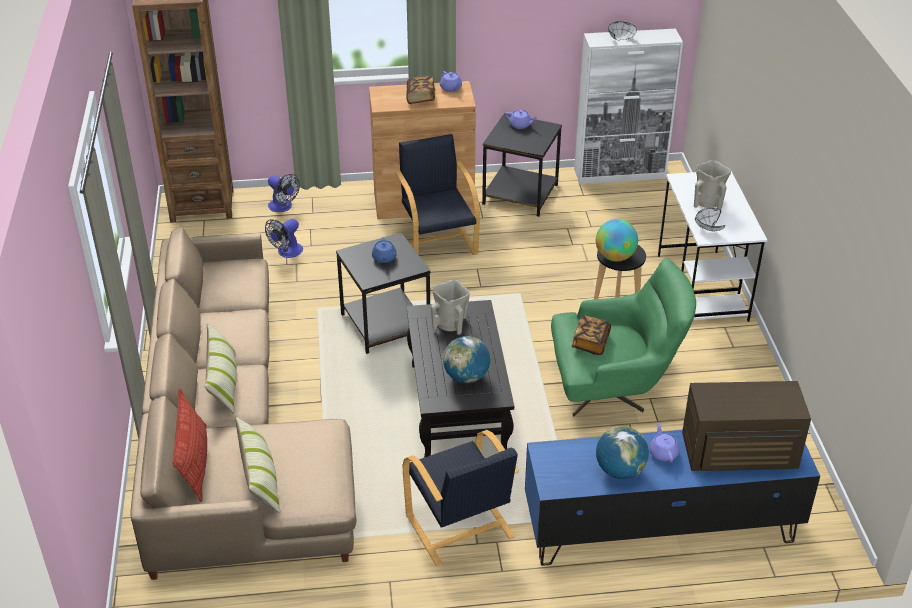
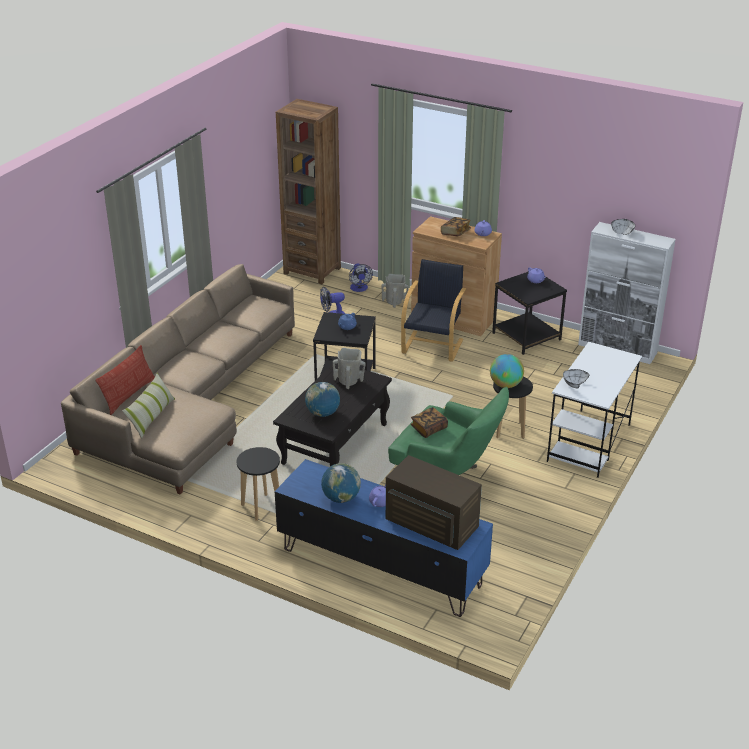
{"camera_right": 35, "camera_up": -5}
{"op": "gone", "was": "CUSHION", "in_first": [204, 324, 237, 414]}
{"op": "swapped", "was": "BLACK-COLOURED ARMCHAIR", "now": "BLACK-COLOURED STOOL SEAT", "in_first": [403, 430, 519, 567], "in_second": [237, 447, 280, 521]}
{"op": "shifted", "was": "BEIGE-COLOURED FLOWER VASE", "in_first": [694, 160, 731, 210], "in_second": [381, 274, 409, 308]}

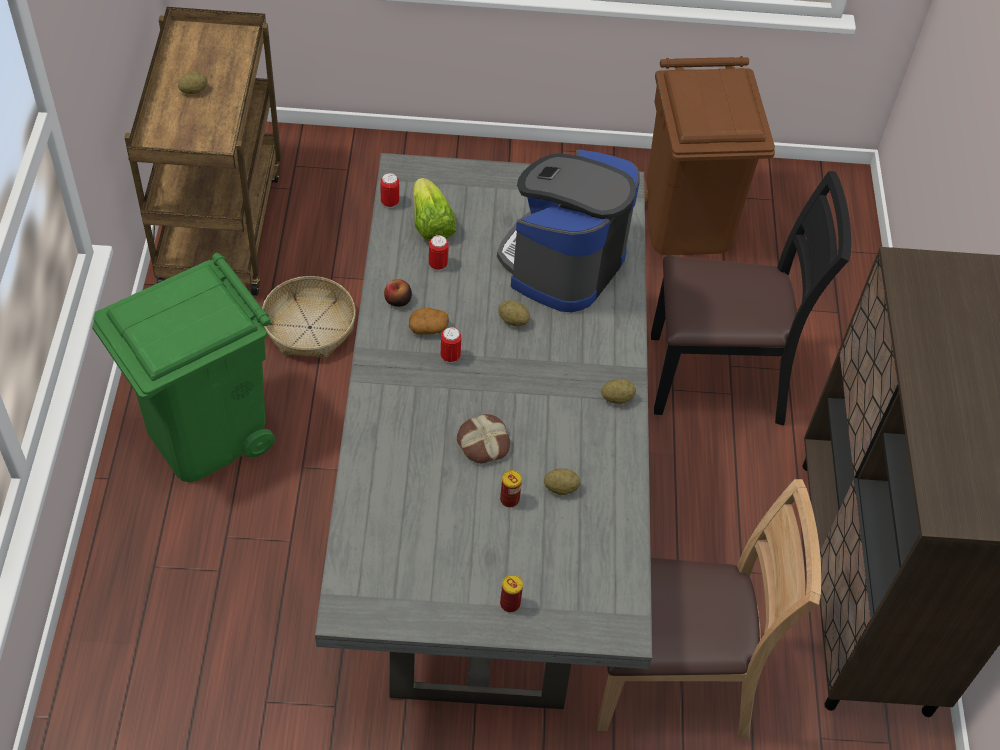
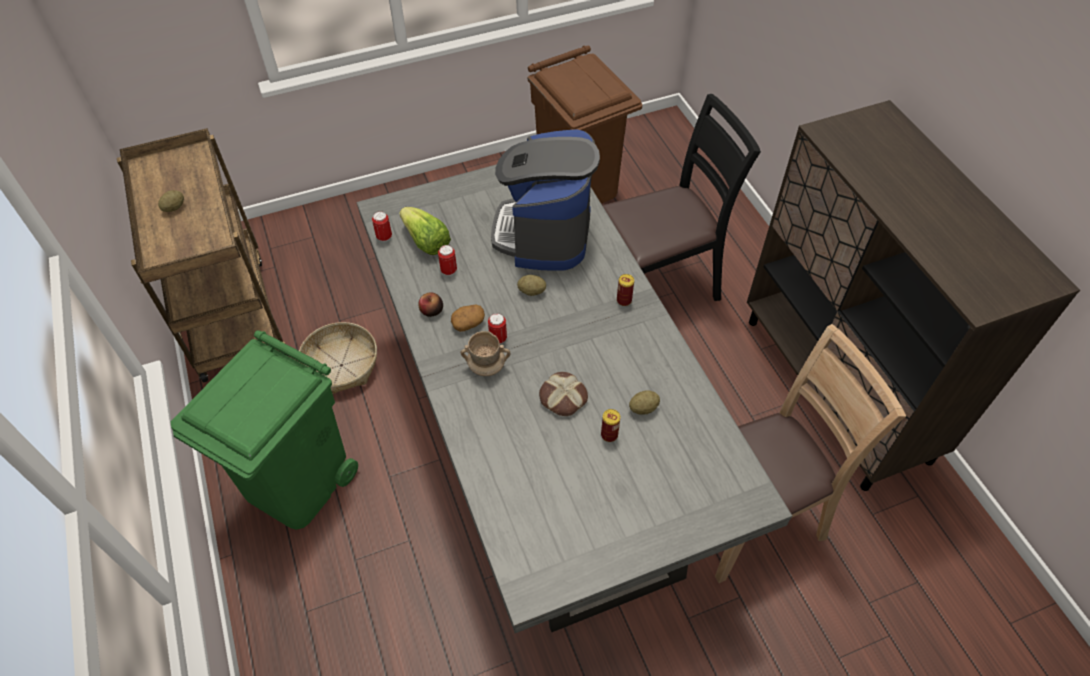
{"camera_right": -20, "camera_up": 0}
{"op": "shifted", "was": "METAL CAN", "in_first": [500, 575, 523, 612], "in_second": [617, 274, 634, 306]}
{"op": "gone", "was": "POTATO", "in_first": [601, 379, 636, 404]}
{"op": "new", "now": "BEIGE-COLOURED COFFEE MUG", "in_second": [460, 331, 510, 376]}

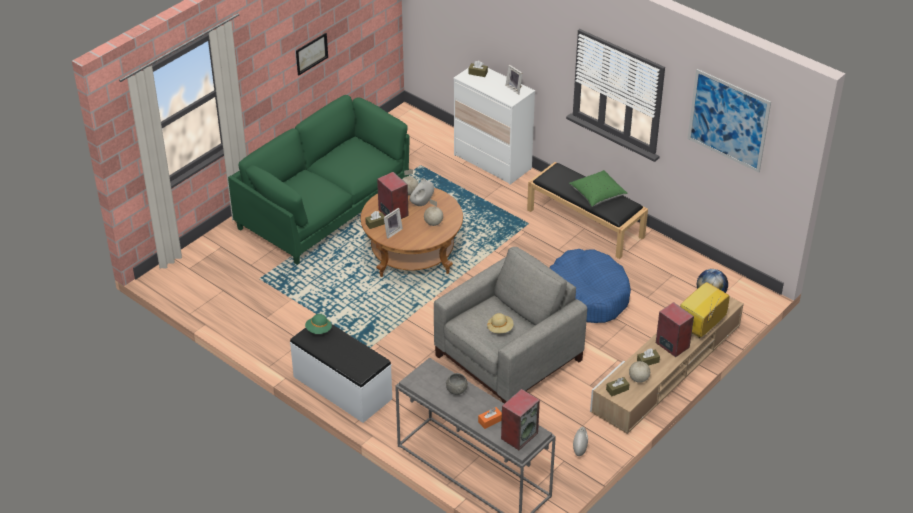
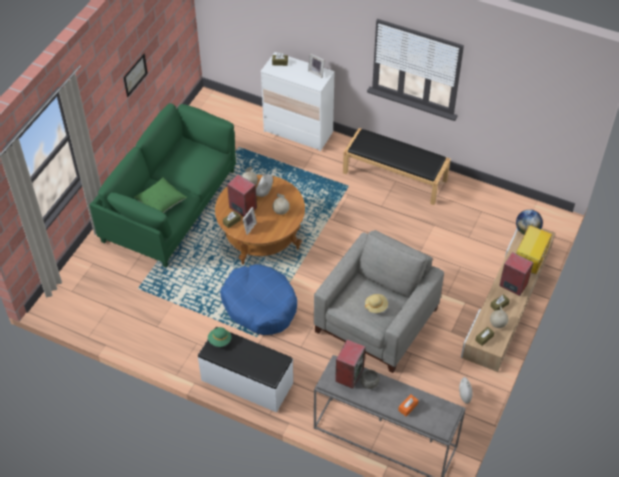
{"camera_right": -15, "camera_up": 10}
{"op": "shifted", "was": "LOUDSPEAKER", "in_first": [501, 389, 540, 450], "in_second": [335, 339, 365, 389]}
{"op": "shifted", "was": "BLUE-COLOURED DOG BED", "in_first": [549, 249, 631, 323], "in_second": [220, 264, 297, 335]}
{"op": "shifted", "was": "GREENISH CUSHION", "in_first": [569, 170, 627, 207], "in_second": [134, 177, 187, 213]}
{"op": "gone", "was": "PICTURE", "in_first": [688, 69, 771, 172]}

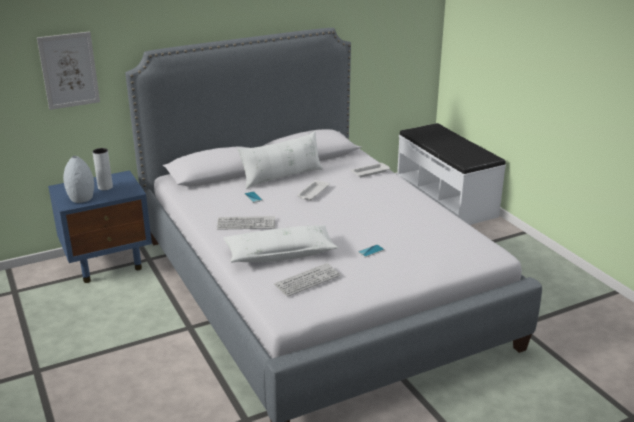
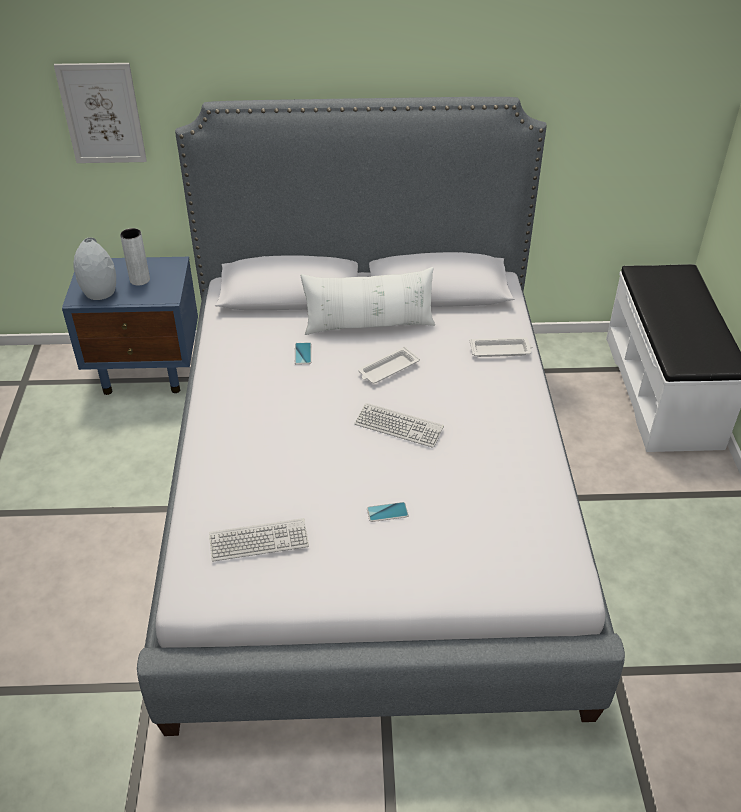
{"camera_right": 25, "camera_up": 15}
{"op": "shifted", "was": "PC KEYBOARD", "in_first": [217, 216, 275, 230], "in_second": [354, 403, 444, 448]}
{"op": "gone", "was": "WHITE CUSHION", "in_first": [223, 225, 338, 262]}

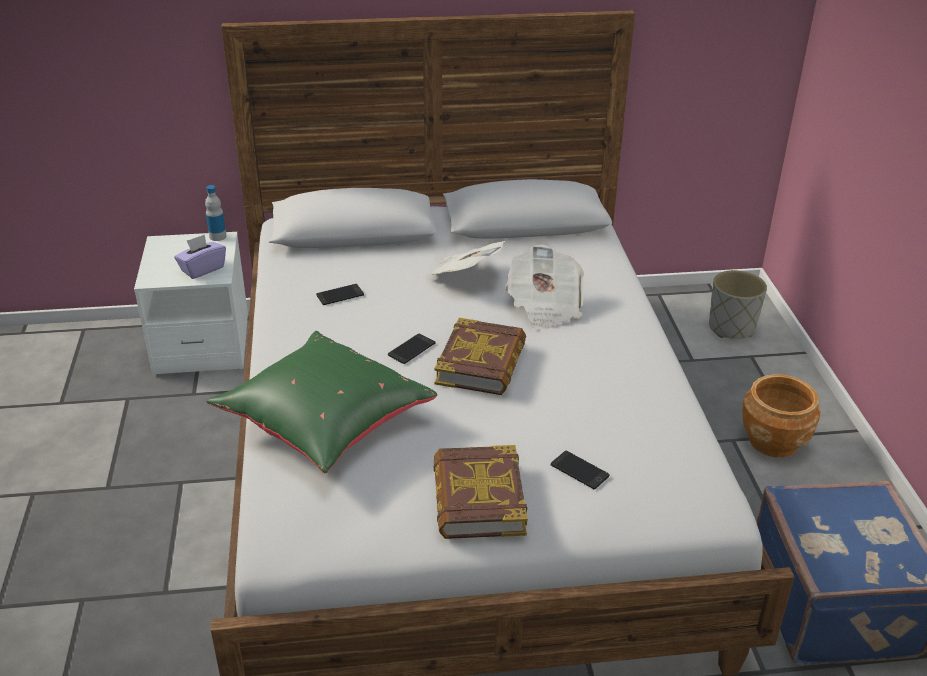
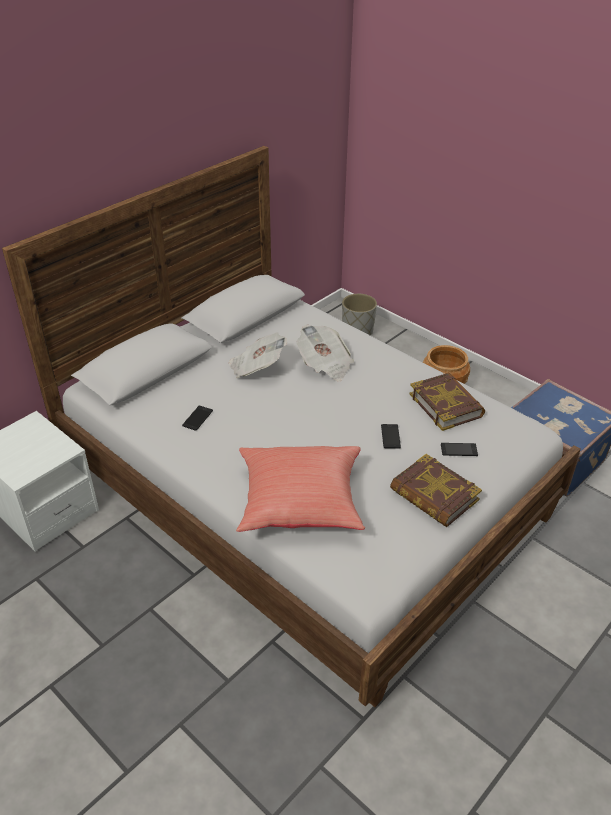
{"camera_right": -40, "camera_up": 5}
{"op": "gone", "was": "PURPLE-COLOURED TISSUE HOLDER", "in_first": [174, 234, 226, 279]}
{"op": "gone", "was": "BOTTLE", "in_first": [205, 185, 226, 241]}
{"op": "repainted", "was": "GREENISH CUSHION", "now": "REDDISH CUSHION", "in_first": [206, 331, 437, 473], "in_second": [236, 446, 365, 532]}
{"op": "shifted", "was": "PHONE", "in_first": [388, 333, 435, 364], "in_second": [381, 424, 401, 448]}
{"op": "shifted", "was": "VOLUME", "in_first": [434, 318, 526, 395], "in_second": [410, 373, 485, 431]}

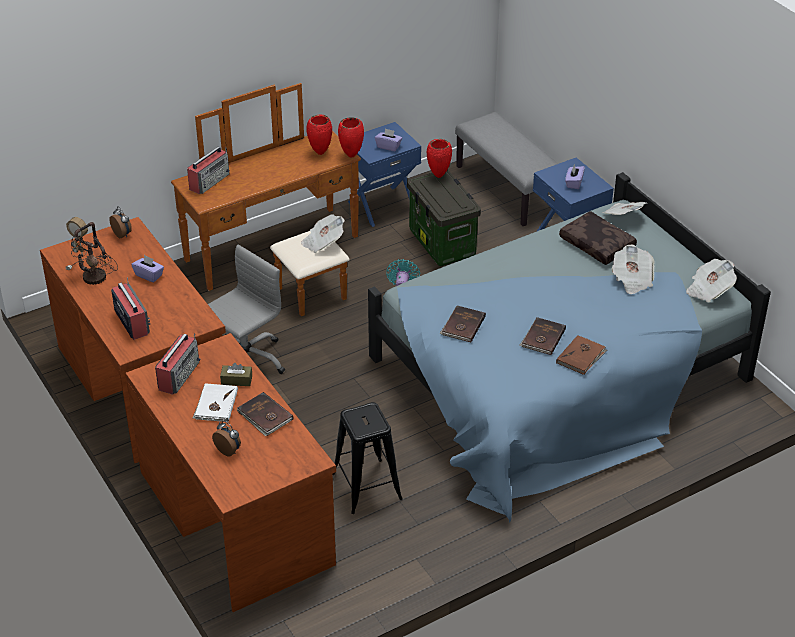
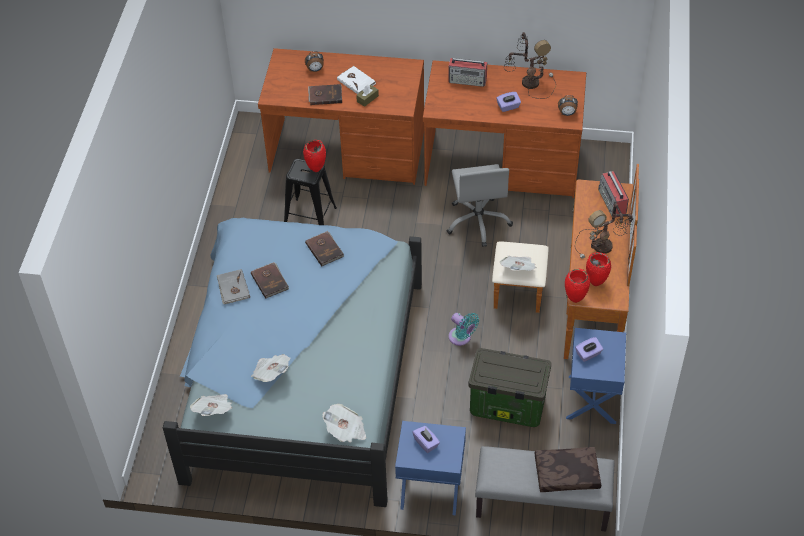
{"camera_right": 130, "camera_up": 10}
{"op": "gone", "was": "RADIO RECEIVER", "in_first": [155, 333, 200, 395]}
{"op": "shifted", "was": "REDDISH FLOWER VASE", "in_first": [427, 139, 452, 178], "in_second": [303, 140, 326, 172]}
{"op": "repainted", "was": "BROWN-COLOURED VOLUME", "now": "GREYISH VOLUME", "in_first": [556, 335, 607, 375], "in_second": [217, 269, 250, 304]}
{"op": "shifted", "was": "BROWN-COLOURED CUSHION", "in_first": [559, 211, 637, 265], "in_second": [535, 447, 601, 492]}
{"op": "new", "now": "TABLE LAMP", "in_second": [575, 203, 633, 258]}

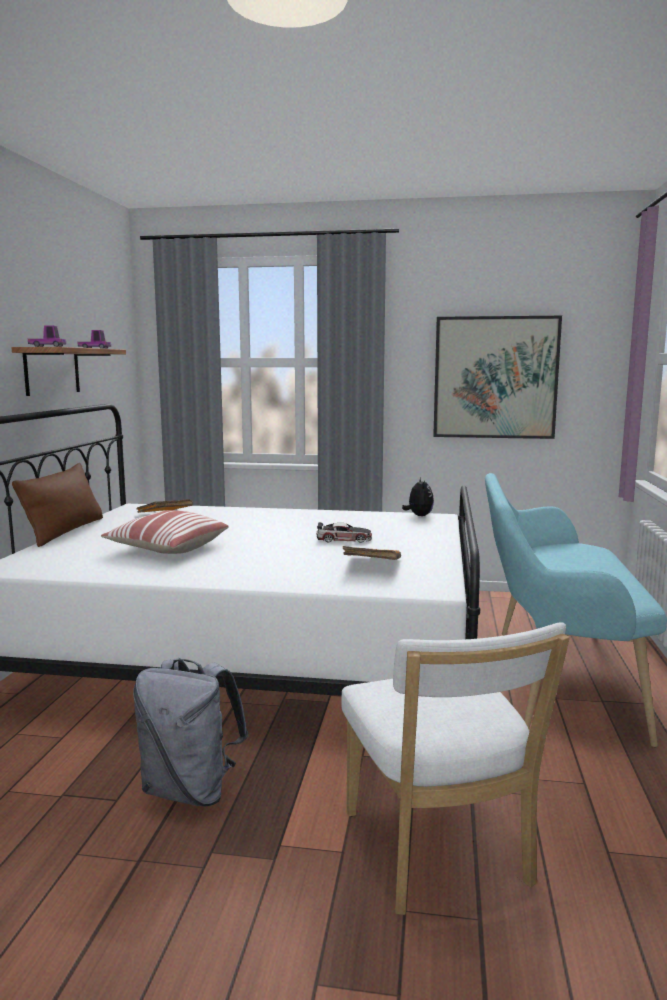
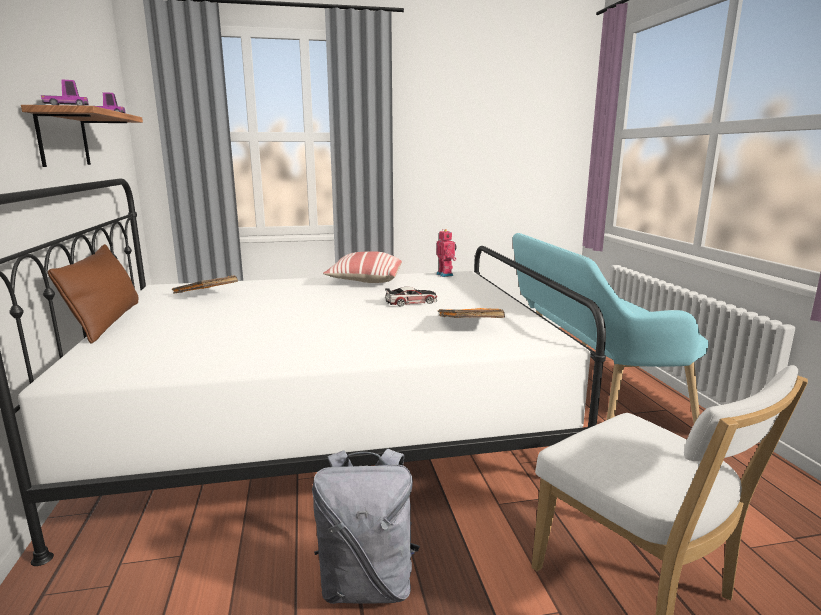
{"camera_right": -20, "camera_up": 5}
{"op": "shifted", "was": "CUSHION", "in_first": [101, 510, 229, 554], "in_second": [323, 251, 402, 283]}
{"op": "swapped", "was": "SOFT TOY", "now": "MODEL ROBOT", "in_first": [402, 478, 434, 516], "in_second": [436, 229, 457, 277]}
{"op": "gone", "was": "PICTURE", "in_first": [433, 316, 562, 439]}

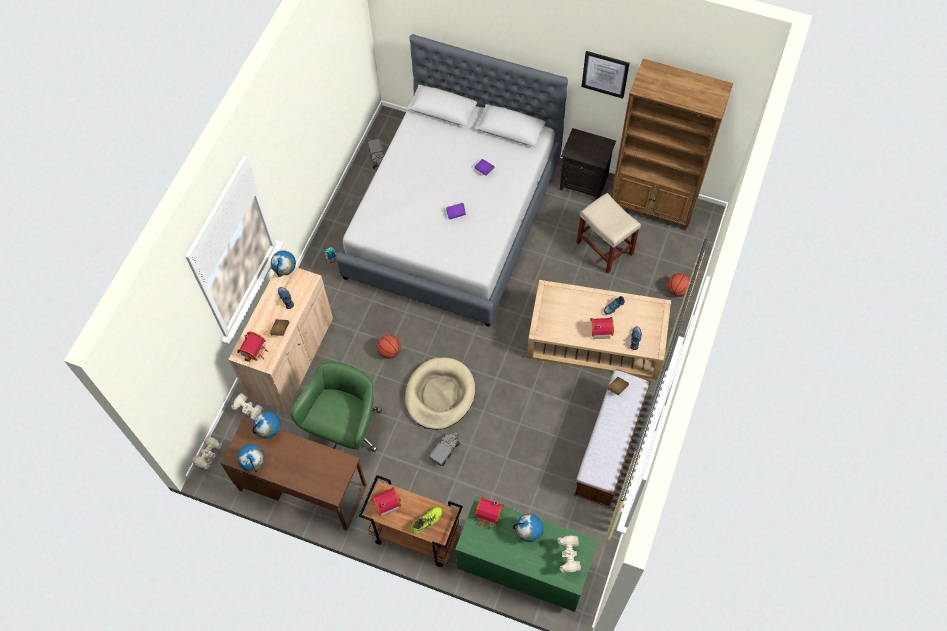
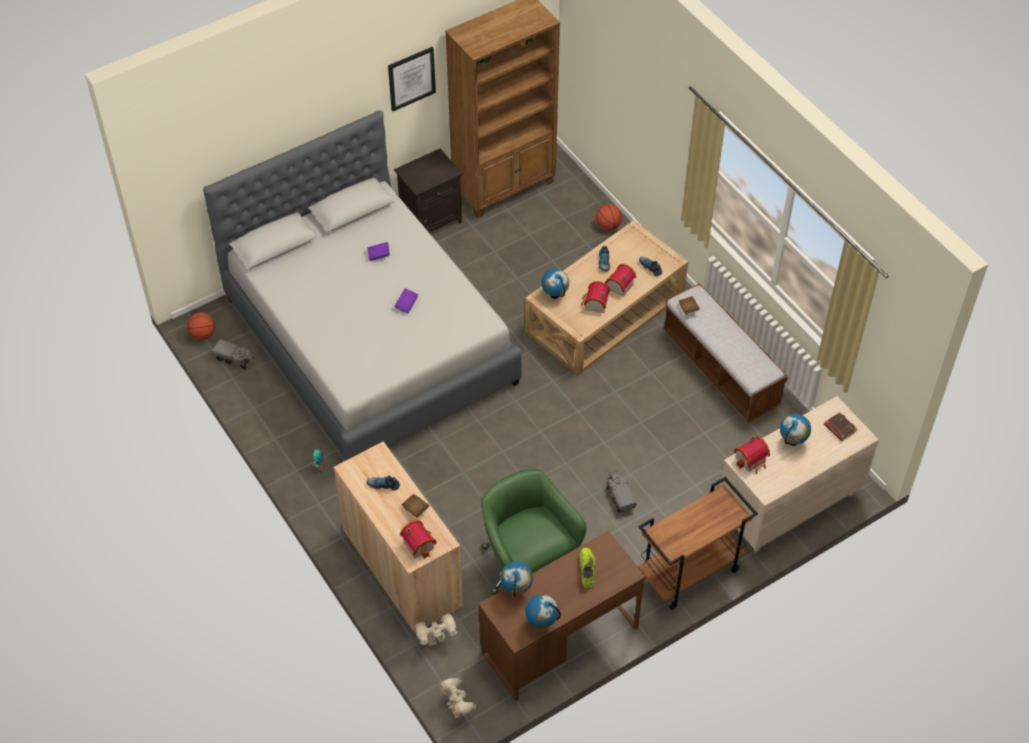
{"camera_right": -55, "camera_up": -10}
{"op": "shifted", "was": "GLOBE", "in_first": [271, 251, 296, 277], "in_second": [542, 269, 569, 299]}
{"op": "shifted", "was": "MINIATURE HOUSE", "in_first": [372, 487, 401, 516], "in_second": [581, 281, 610, 313]}
{"op": "shifted", "was": "BALL FOR BASKETBALL", "in_first": [377, 335, 401, 359], "in_second": [187, 312, 215, 340]}
{"op": "gone", "was": "BEIGE-COLOURED DOG BED", "in_first": [405, 357, 475, 430]}
{"op": "shifted", "was": "SHOE", "in_first": [411, 507, 442, 535], "in_second": [580, 547, 596, 589]}
{"op": "repainted", "was": "GREENISH DRAWER CHEST", "now": "BEIGE-COLOURED DRAWER CHEST", "in_first": [455, 496, 598, 612], "in_second": [719, 396, 879, 552]}
{"op": "swapped", "was": "MODEL ROBOT", "now": "BROWN-COLOURED VOLUME", "in_first": [557, 535, 581, 573], "in_second": [824, 412, 857, 441]}
{"op": "gone", "was": "BEIGE-COLOURED STOOL SEAT", "in_first": [576, 193, 641, 273]}

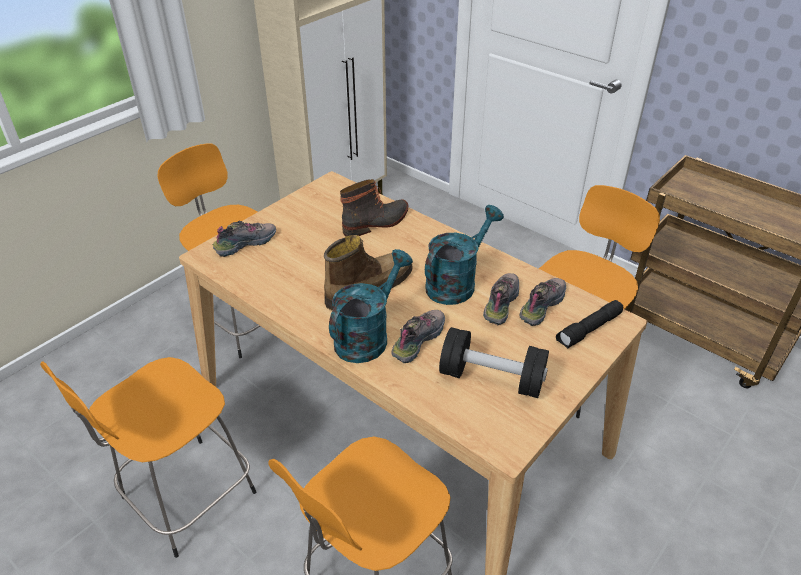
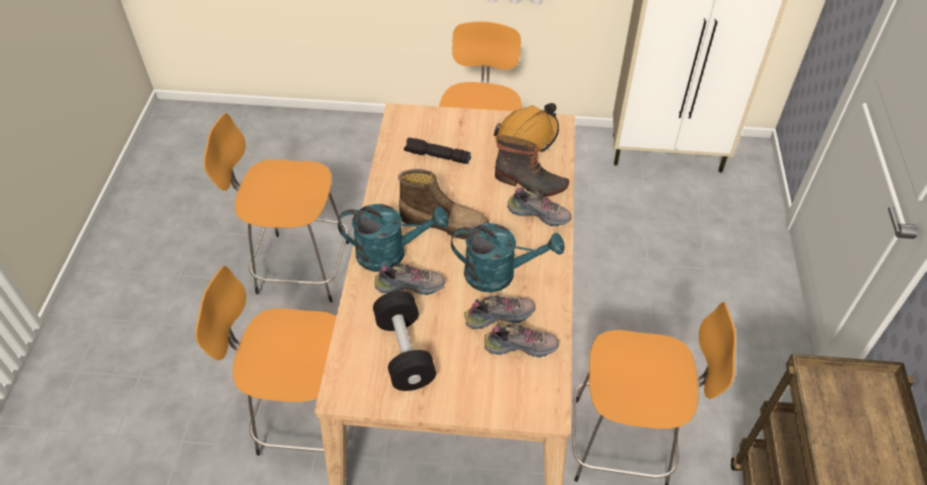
{"camera_right": 55, "camera_up": 10}
{"op": "shifted", "was": "SHOE", "in_first": [212, 221, 276, 257], "in_second": [507, 188, 572, 226]}
{"op": "shifted", "was": "BLACK-COLOURED FLASHLIGHT", "in_first": [556, 300, 623, 349], "in_second": [404, 138, 471, 164]}
{"op": "new", "now": "ORANGE HARD HAT", "in_second": [493, 103, 559, 153]}

